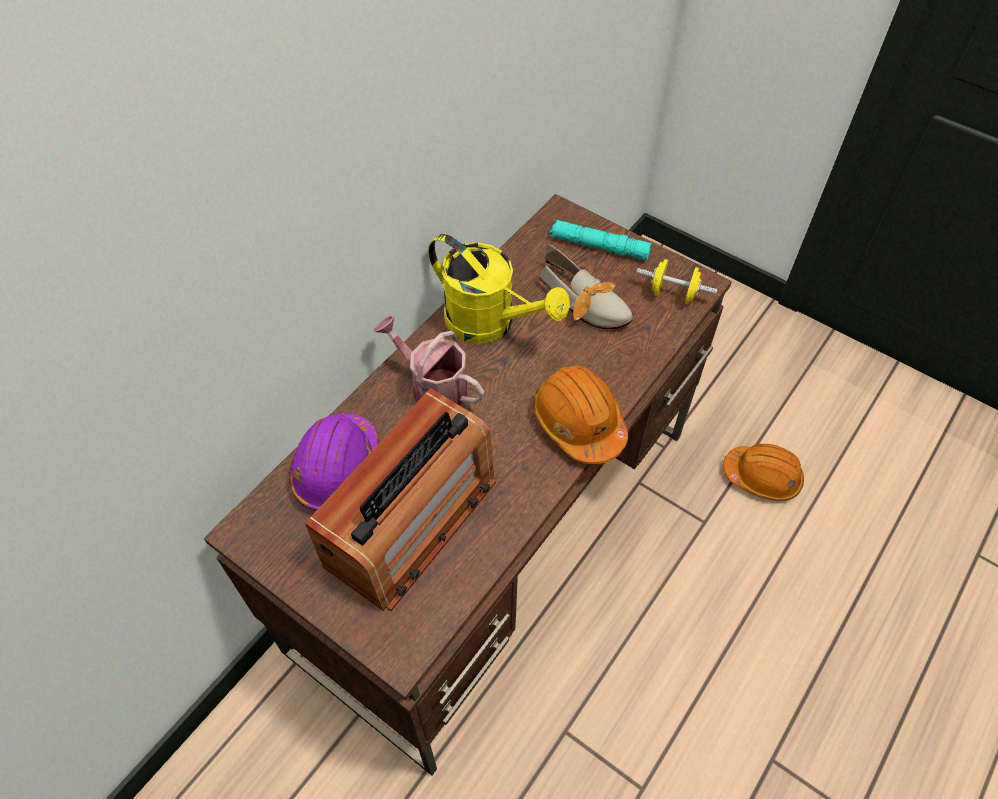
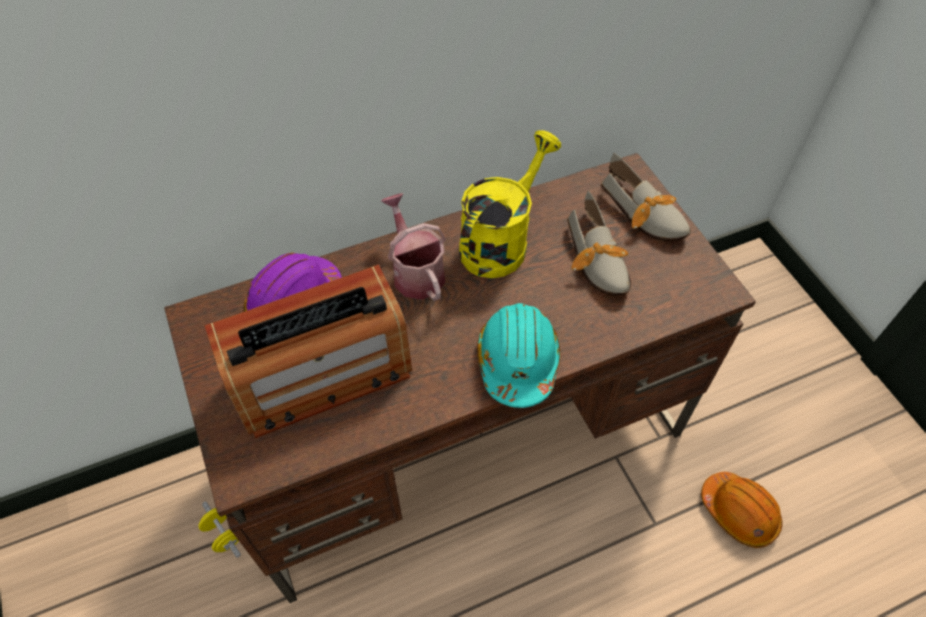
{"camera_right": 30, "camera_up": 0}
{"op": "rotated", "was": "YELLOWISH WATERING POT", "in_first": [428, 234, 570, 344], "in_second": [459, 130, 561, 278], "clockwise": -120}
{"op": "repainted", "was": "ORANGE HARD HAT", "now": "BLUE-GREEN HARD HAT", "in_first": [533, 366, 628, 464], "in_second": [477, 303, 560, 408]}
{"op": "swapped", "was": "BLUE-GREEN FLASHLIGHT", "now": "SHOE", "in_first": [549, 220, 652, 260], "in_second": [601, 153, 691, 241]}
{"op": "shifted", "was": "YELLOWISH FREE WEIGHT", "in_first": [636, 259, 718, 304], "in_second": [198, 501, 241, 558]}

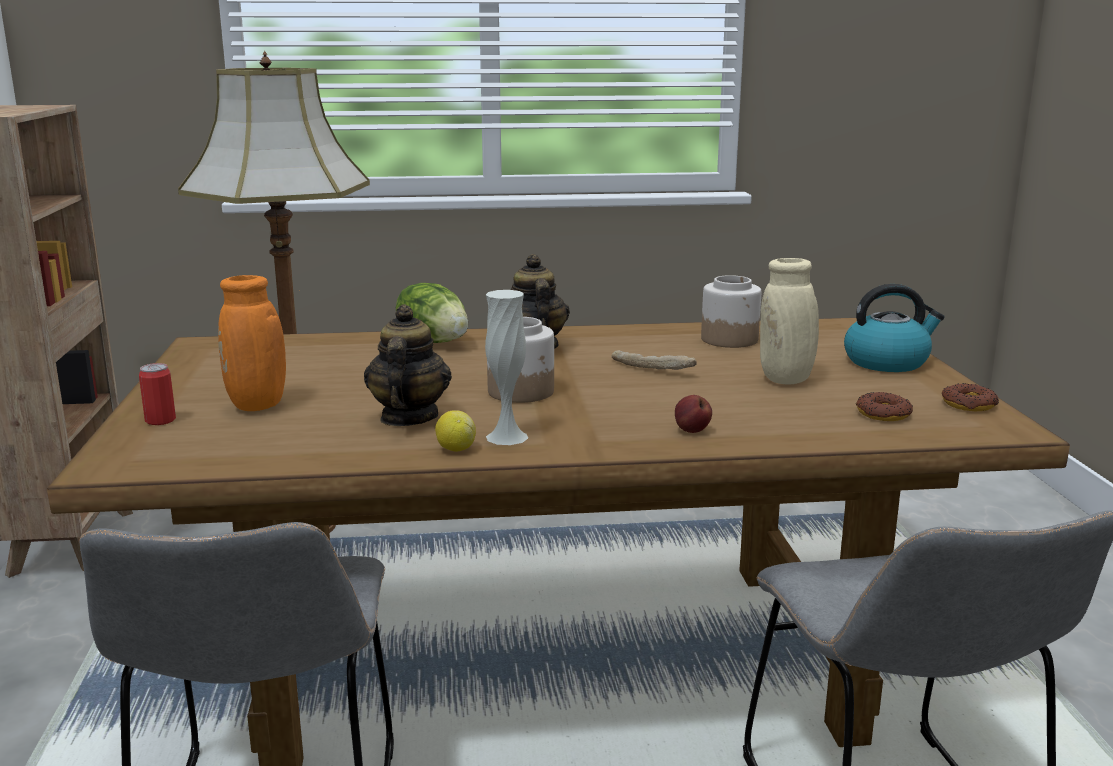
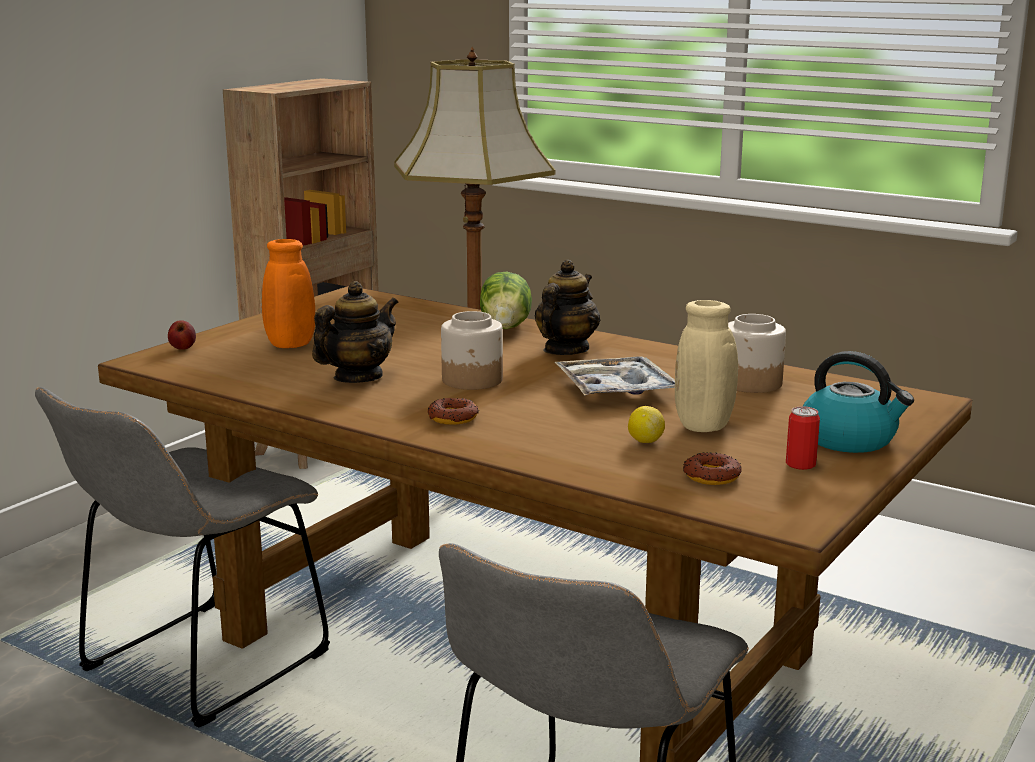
{"camera_right": 40, "camera_up": 0}
{"op": "shifted", "was": "METAL CAN", "in_first": [139, 363, 176, 425], "in_second": [786, 406, 820, 470]}
{"op": "shifted", "was": "LEMON", "in_first": [435, 410, 476, 452], "in_second": [628, 406, 665, 443]}
{"op": "gone", "was": "WHITE FLOWER VASE", "in_first": [485, 290, 528, 445]}
{"op": "swapped", "was": "BAKERY BREAD", "now": "SERVING TRAY", "in_first": [611, 350, 697, 370], "in_second": [555, 356, 675, 396]}
{"op": "shifted", "was": "WHOLE APPLE", "in_first": [675, 395, 712, 433], "in_second": [168, 320, 196, 350]}
{"op": "shifted", "was": "DOUGHNUT", "in_first": [942, 383, 999, 411], "in_second": [428, 398, 479, 425]}

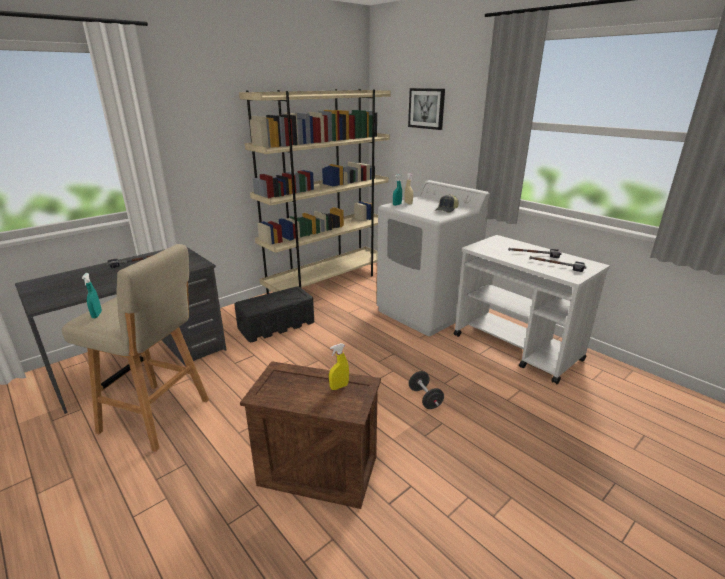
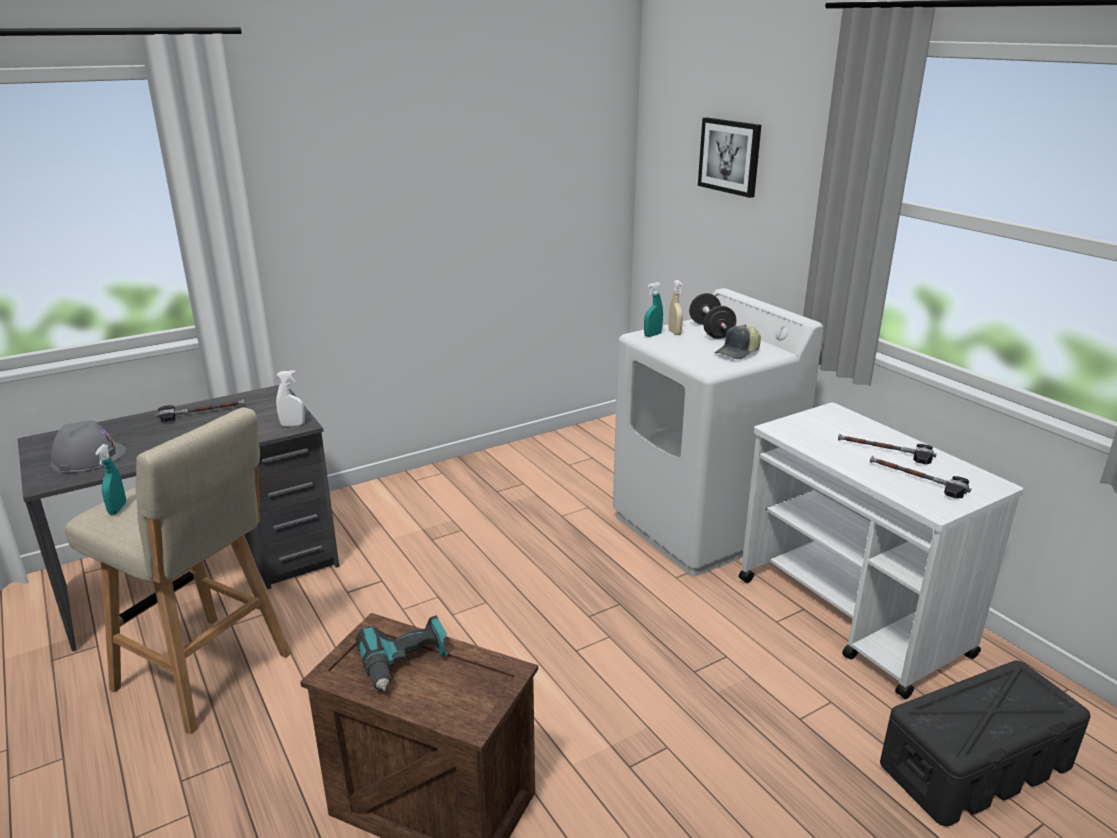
{"camera_right": 10, "camera_up": 0}
{"op": "shifted", "was": "BLACK-COLOURED STORAGE BIN", "in_first": [234, 286, 314, 342], "in_second": [880, 661, 1090, 826]}
{"op": "gone", "was": "BEIGE-COLOURED BOOKCASE", "in_first": [239, 89, 391, 294]}
{"op": "gone", "was": "YELLOWISH SPRAYER", "in_first": [329, 343, 349, 390]}
{"op": "shifted", "was": "BLACK-COLOURED FREE WEIGHT", "in_first": [409, 371, 444, 409], "in_second": [689, 293, 737, 339]}
{"op": "new", "now": "GREYISH HARD HAT", "in_second": [50, 420, 127, 473]}
{"op": "new", "now": "WHITE SPRAYER", "in_second": [276, 370, 305, 427]}
{"op": "new", "now": "ELECTRIC DRILL", "in_second": [356, 615, 448, 691]}

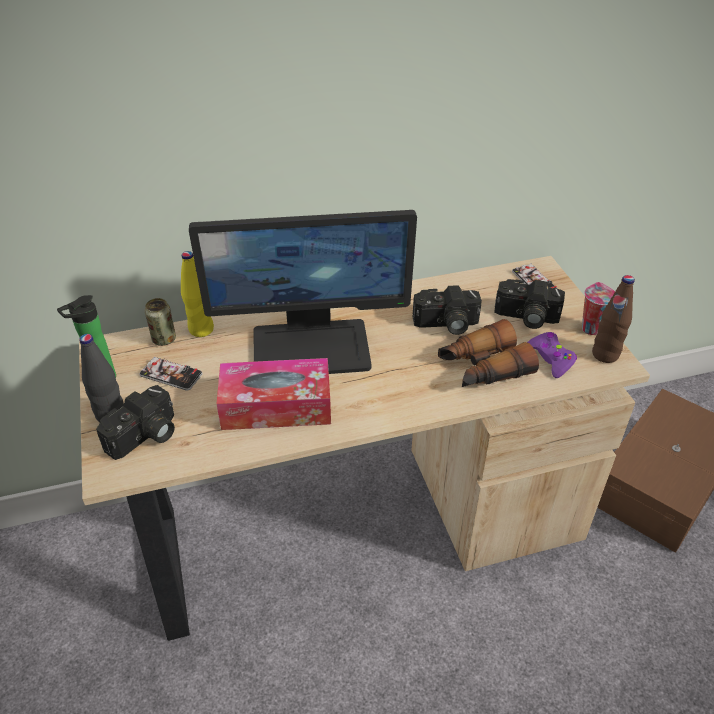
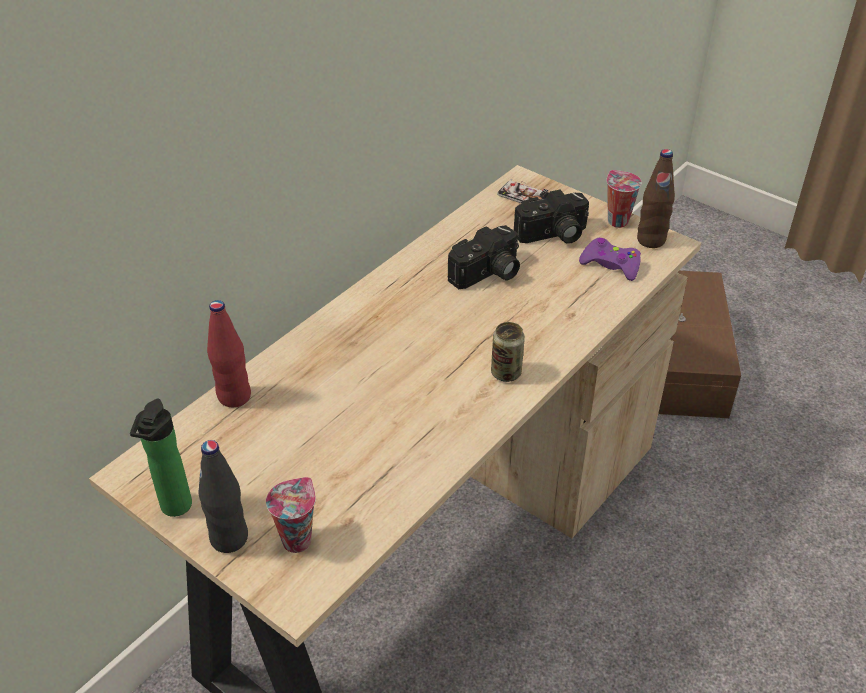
{"camera_right": -35, "camera_up": 0}
{"op": "swapped", "was": "PHOTO CAMERA", "now": "SMALL CUP", "in_first": [96, 385, 175, 460], "in_second": [266, 477, 316, 553]}
{"op": "gone", "was": "PHONE", "in_first": [139, 357, 203, 391]}
{"op": "shifted", "was": "METAL CAN", "in_first": [145, 298, 176, 346], "in_second": [491, 322, 525, 382]}
{"op": "repainted", "was": "YELLOWISH BOTTLE", "now": "REDDISH BOTTLE", "in_first": [181, 251, 214, 337], "in_second": [207, 300, 251, 408]}
{"op": "gone", "was": "COMPUTER SCREEN", "in_first": [189, 210, 417, 374]}
{"op": "gone", "was": "TISSUE HOLDER", "in_first": [217, 358, 331, 430]}
{"op": "gone", "was": "FIELD GLASSES", "in_first": [438, 319, 539, 387]}

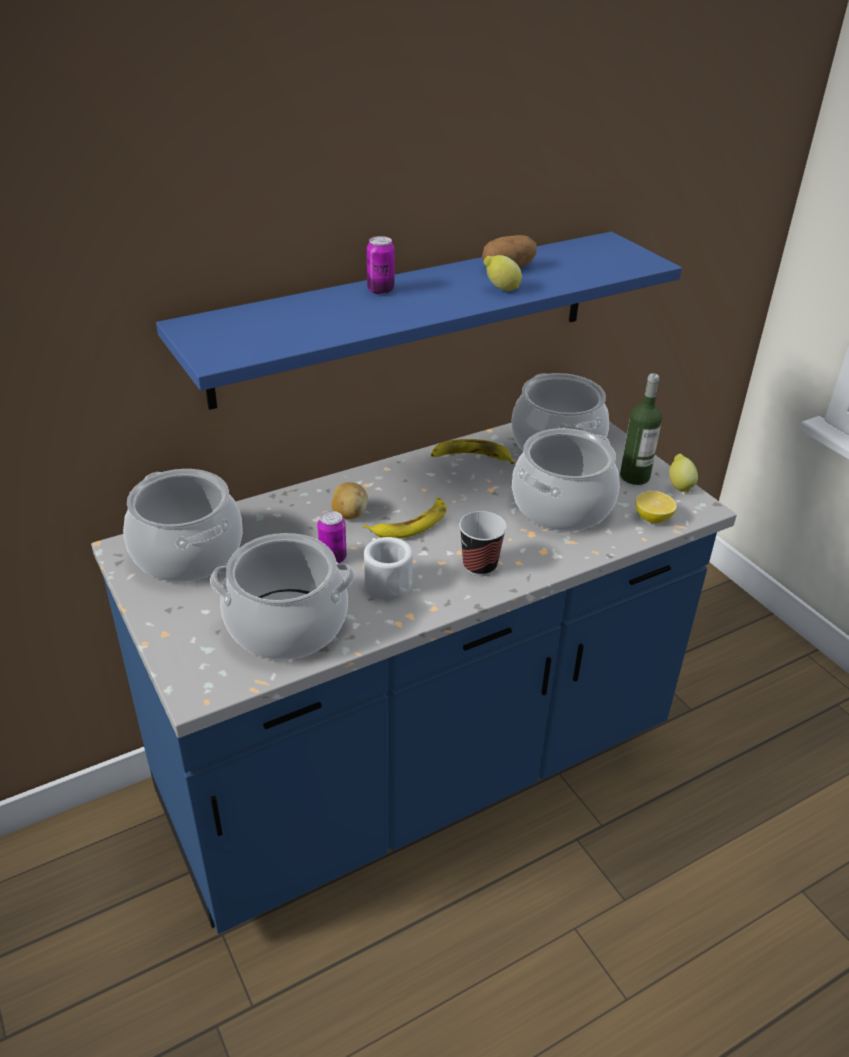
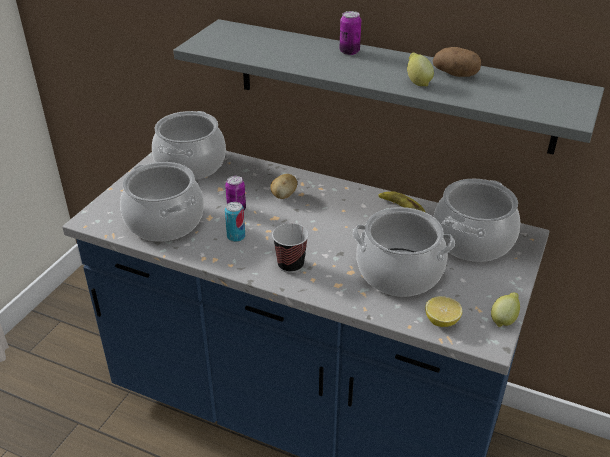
{"camera_right": 55, "camera_up": 0}
{"op": "repainted", "was": "BLUE-COLOURED WALL SHELF", "now": "GREYISH WALL SHELF", "in_first": [156, 232, 682, 410], "in_second": [173, 19, 604, 155]}
{"op": "gone", "was": "WHOLE BANANA", "in_first": [363, 497, 447, 539]}
{"op": "swapped", "was": "WHITE COFFEE MUG", "now": "METAL CAN", "in_first": [364, 537, 413, 600], "in_second": [225, 202, 245, 242]}
{"op": "gone", "was": "BOTTLE", "in_first": [620, 373, 662, 485]}

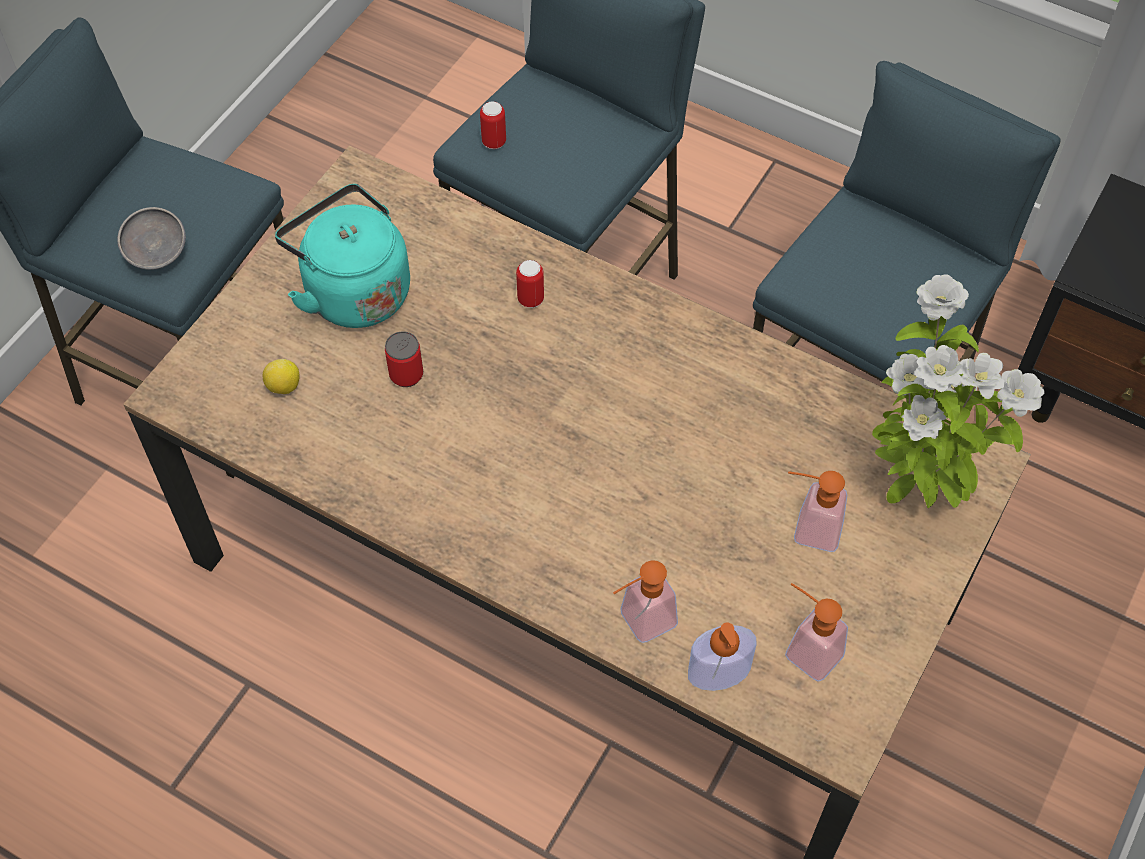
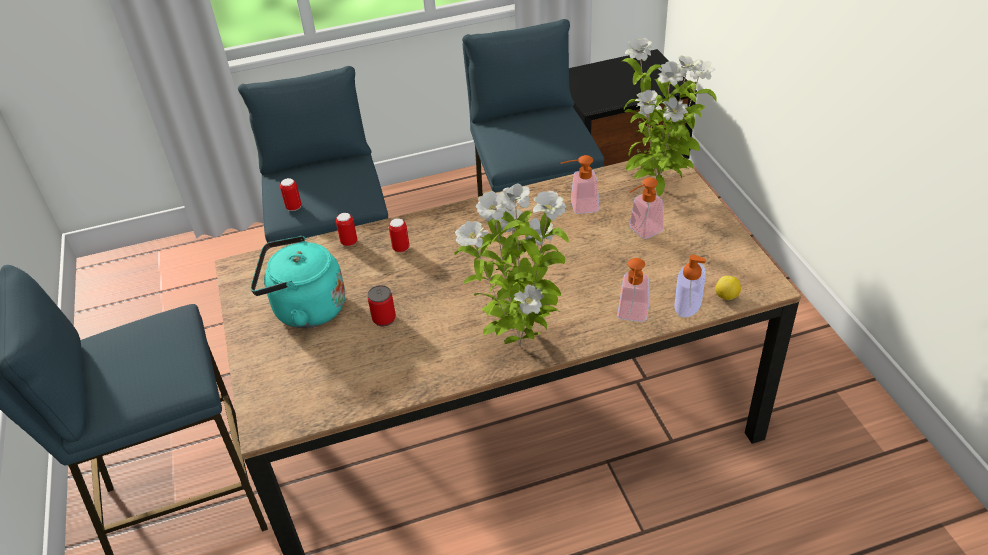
{"camera_right": -45, "camera_up": -15}
{"op": "gone", "was": "GREYISH SERVING BOWL", "in_first": [117, 207, 186, 270]}
{"op": "shifted", "was": "LEMON", "in_first": [263, 359, 300, 394], "in_second": [715, 276, 741, 300]}
{"op": "shifted", "was": "LIQUID SOAP BOTTLE", "in_first": [785, 583, 848, 682], "in_second": [561, 155, 599, 214]}
{"op": "new", "now": "METAL CAN", "in_second": [336, 213, 357, 246]}
{"op": "new", "now": "HOUSEPLANT", "in_second": [454, 184, 569, 347]}

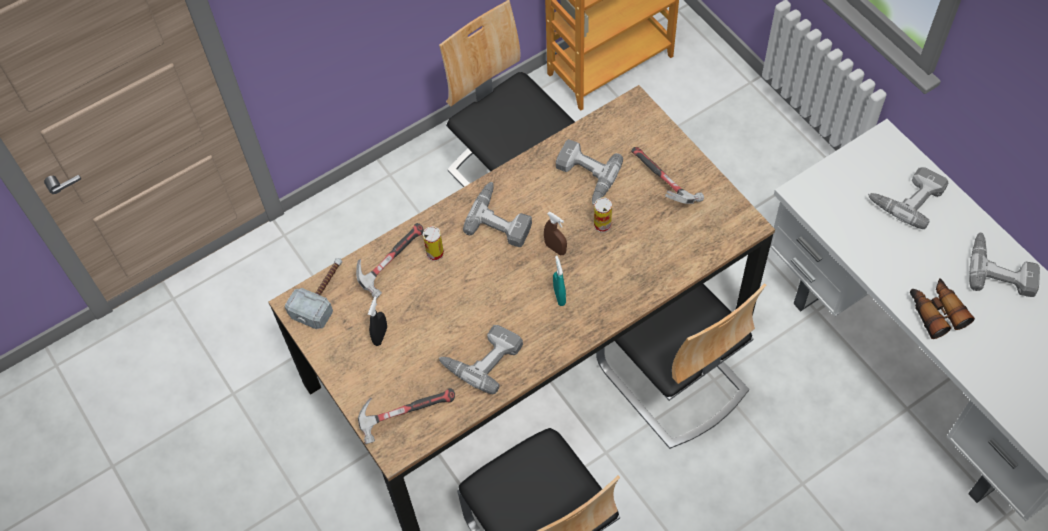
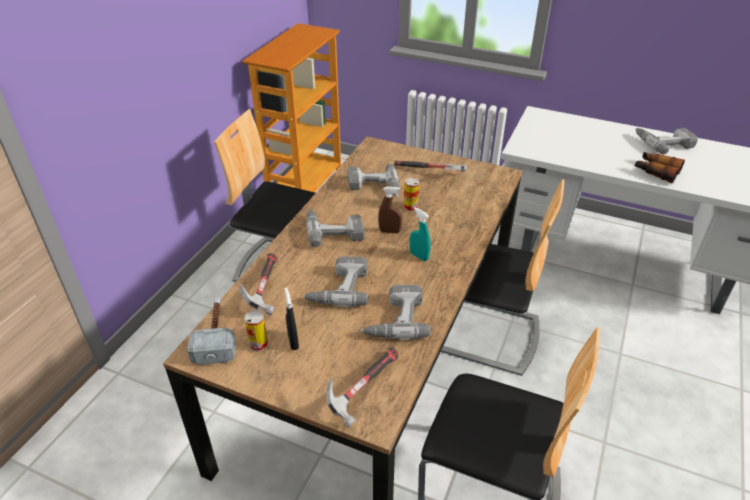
{"camera_right": -35, "camera_up": -20}
{"op": "shifted", "was": "METAL CAN", "in_first": [423, 226, 444, 261], "in_second": [244, 310, 268, 352]}
{"op": "shifted", "was": "ELECTRIC DRILL", "in_first": [868, 167, 948, 229], "in_second": [303, 256, 368, 307]}

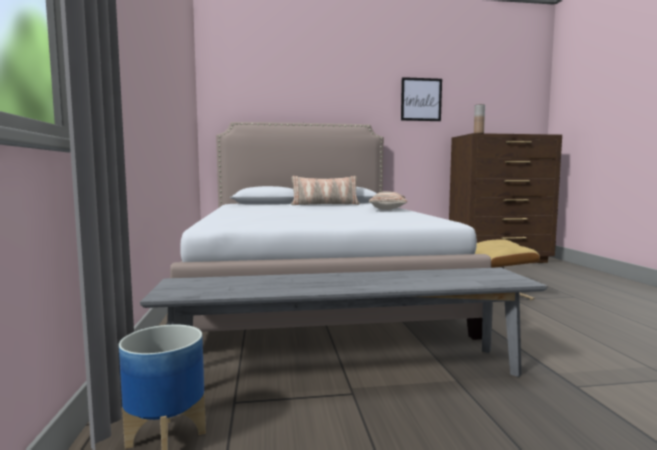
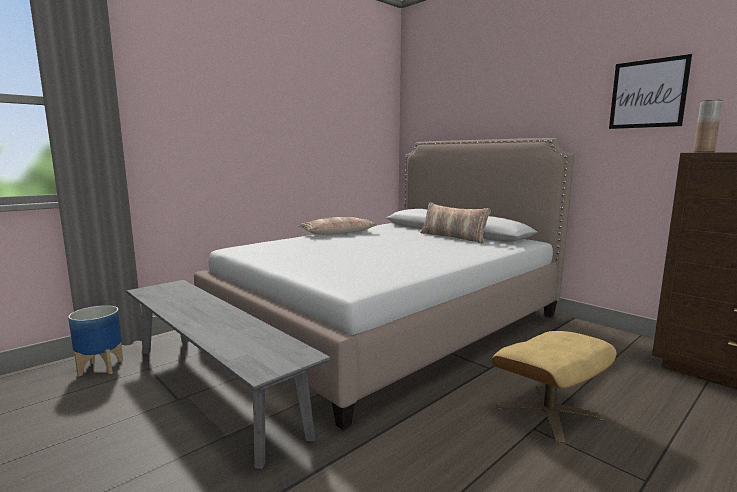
{"camera_right": 55, "camera_up": 5}
{"op": "shifted", "was": "CUSHION", "in_first": [369, 191, 407, 210], "in_second": [298, 217, 377, 235]}

